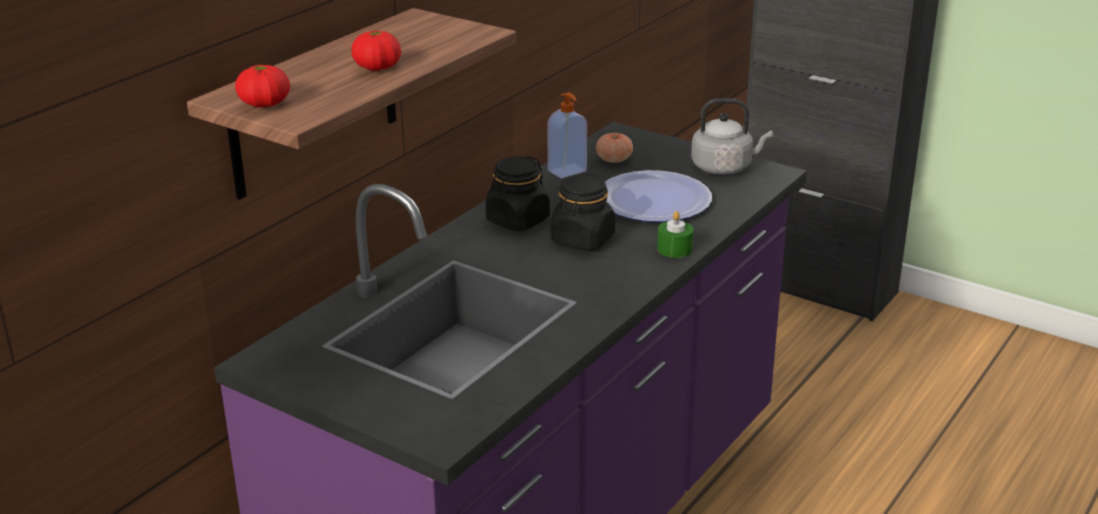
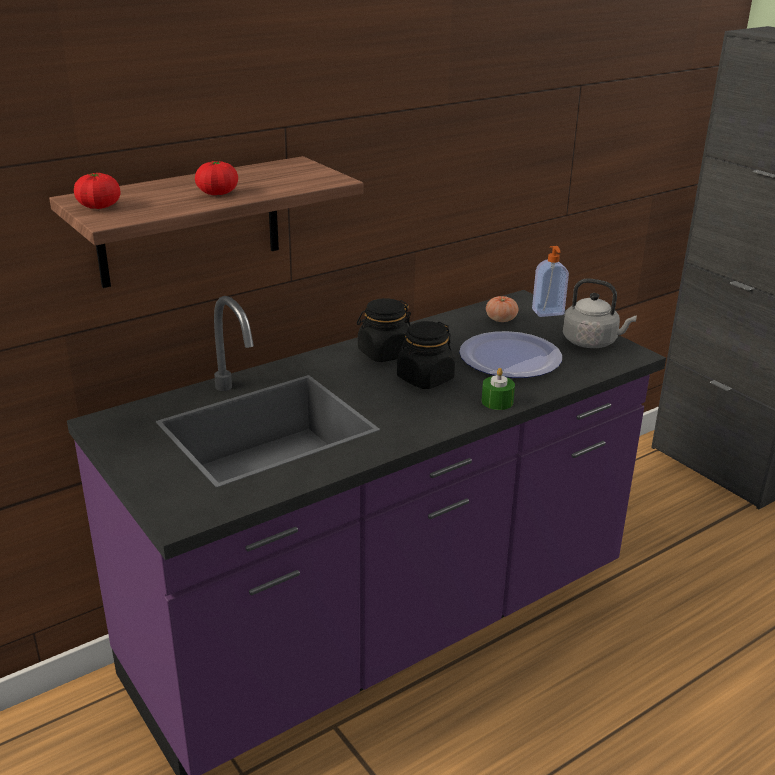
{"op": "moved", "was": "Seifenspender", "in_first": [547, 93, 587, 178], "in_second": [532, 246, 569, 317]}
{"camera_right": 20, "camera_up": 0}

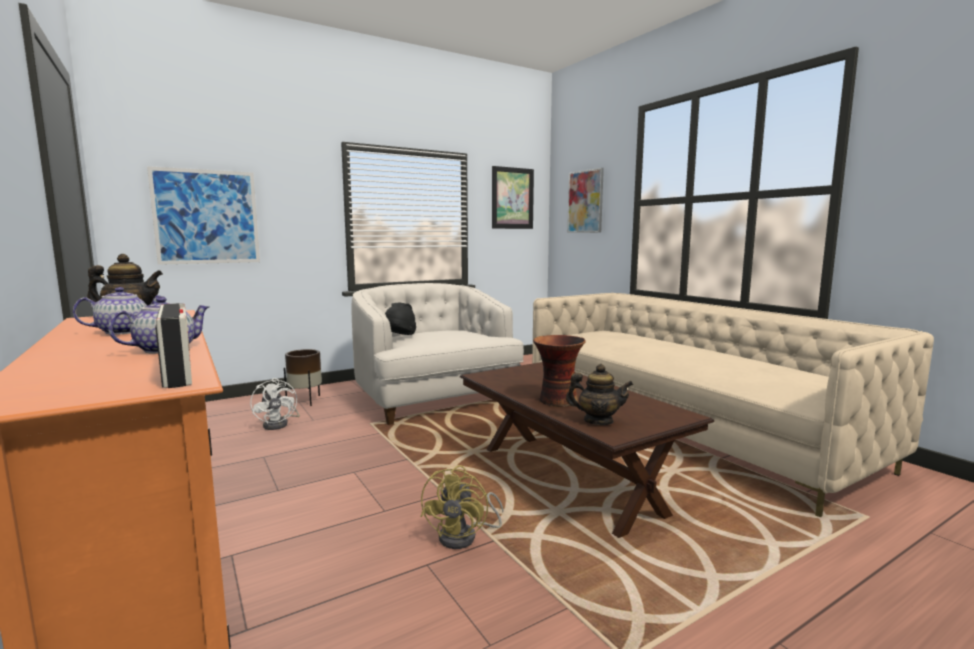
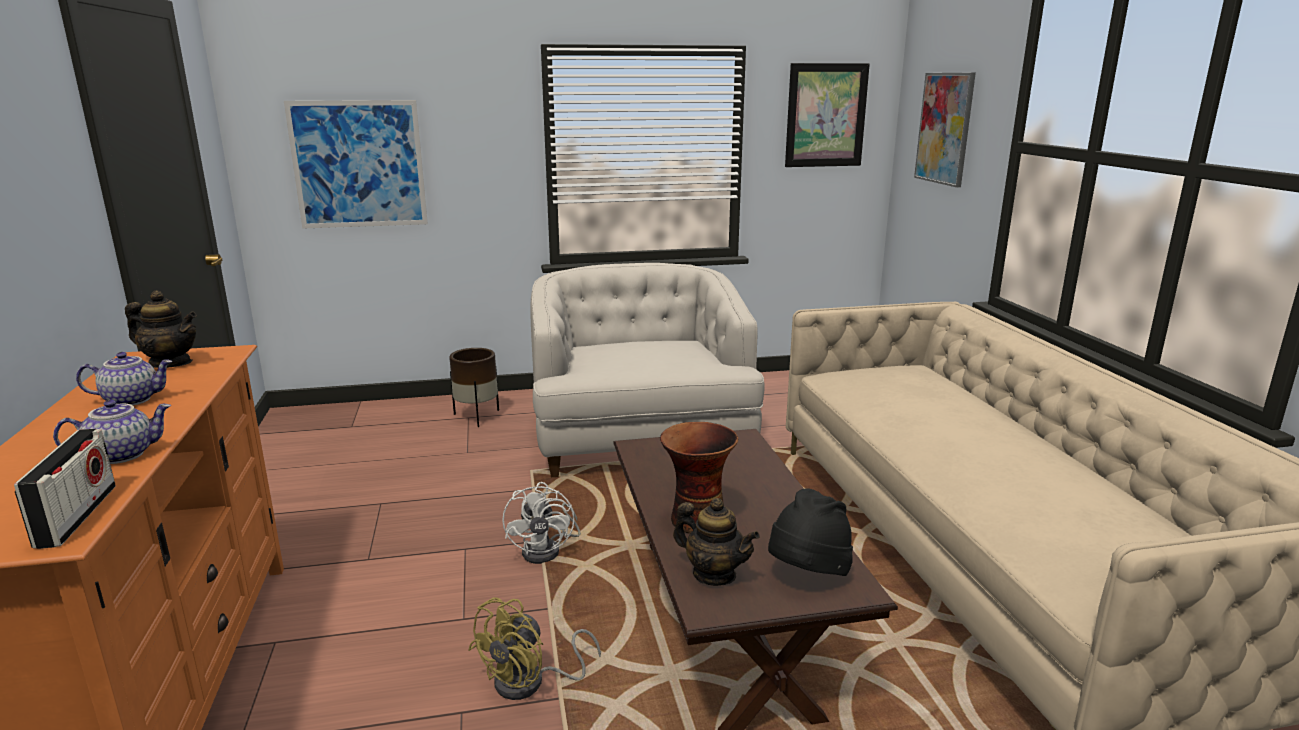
{"op": "moved", "was": "Hut (schwarz)", "in_first": [385, 302, 416, 335], "in_second": [768, 488, 853, 576]}
{"op": "moved", "was": "Ventilator (weiß)", "in_first": [250, 378, 300, 430], "in_second": [502, 482, 581, 564]}
{"camera_right": 20, "camera_up": 10}

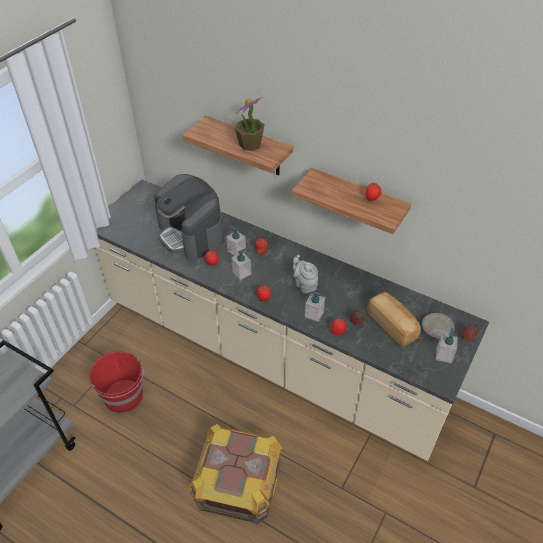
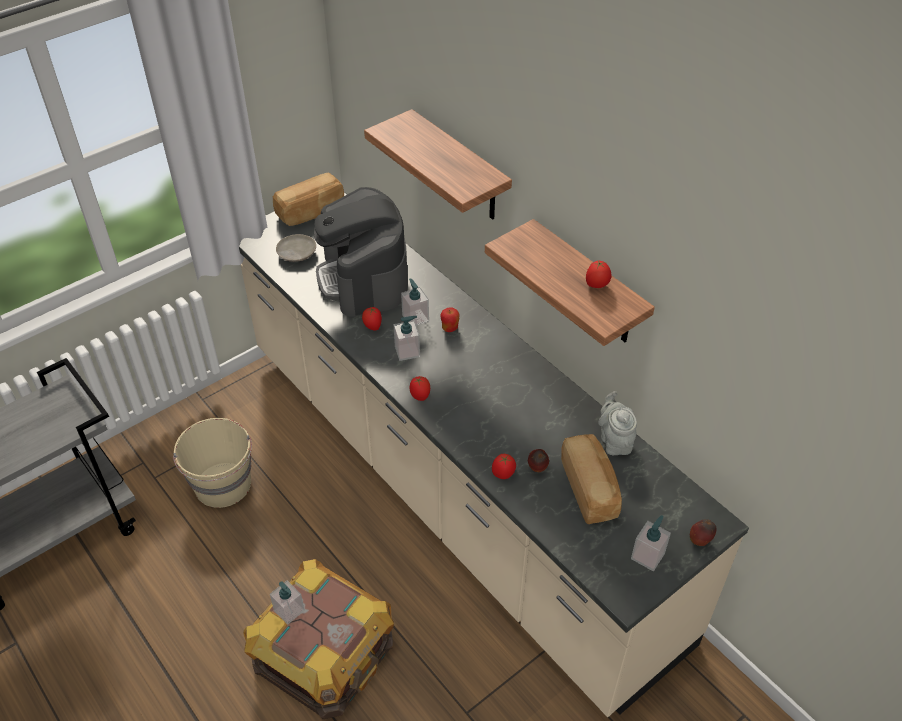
{"op": "removed", "was": "Topfpflanze", "in_first": [235, 97, 264, 151]}
{"op": "moved", "was": "Teekanne (grau)", "in_first": [293, 254, 318, 293], "in_second": [598, 391, 637, 455]}
{"op": "moved", "was": "Seifenspender", "in_first": [305, 291, 325, 322], "in_second": [270, 580, 305, 625]}
{"op": "moved", "was": "Teller (beige)", "in_first": [422, 313, 455, 339], "in_second": [276, 234, 316, 262]}
{"op": "recoloured", "was": "Eimer (rot)", "now": "Eimer (beige)", "in_first": [89, 351, 144, 413], "in_second": [173, 418, 252, 508]}
{"op": "added", "now": "Brot", "in_second": [273, 172, 344, 226]}
{"camera_right": 20, "camera_up": 0}

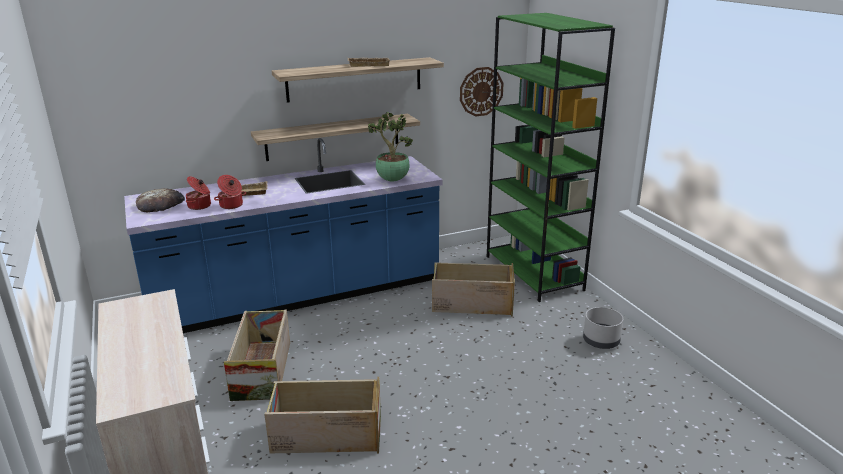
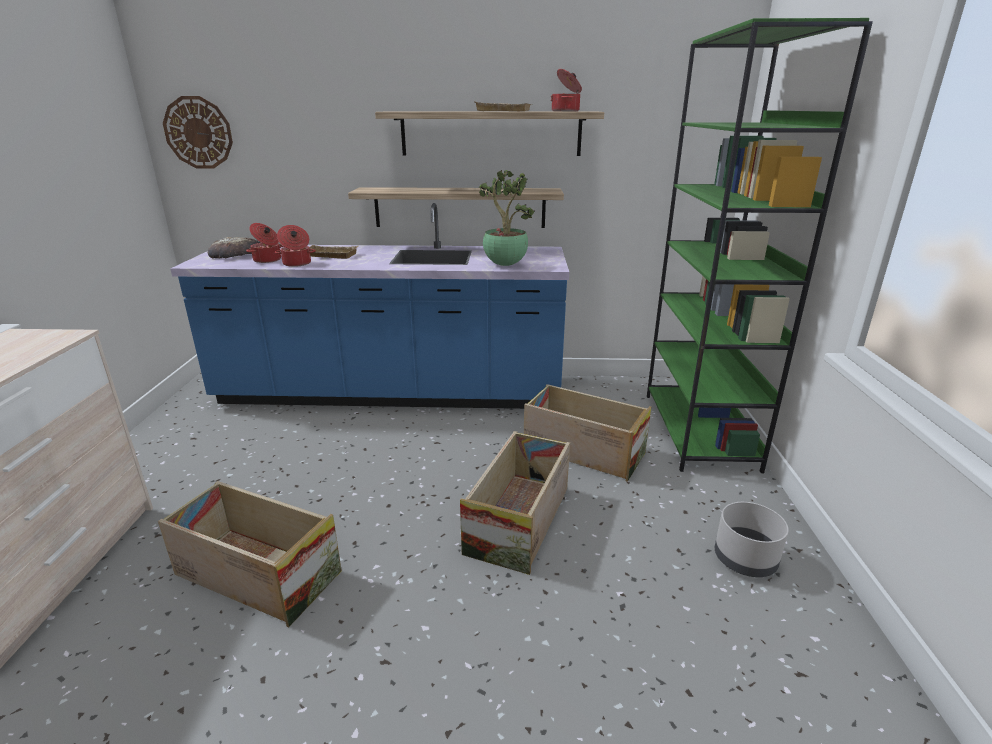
{"op": "moved", "was": "Wanduhr", "in_first": [460, 67, 504, 117], "in_second": [163, 96, 233, 169]}
{"op": "moved", "was": "Kiste", "in_first": [224, 309, 290, 401], "in_second": [460, 431, 570, 575]}
{"op": "added", "now": "Kochtopf", "in_second": [551, 69, 582, 112]}
{"camera_right": 25, "camera_up": 0}

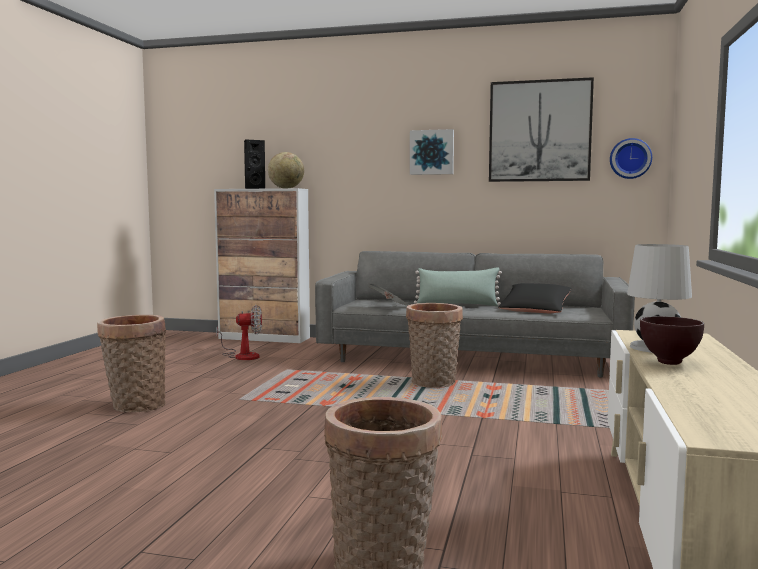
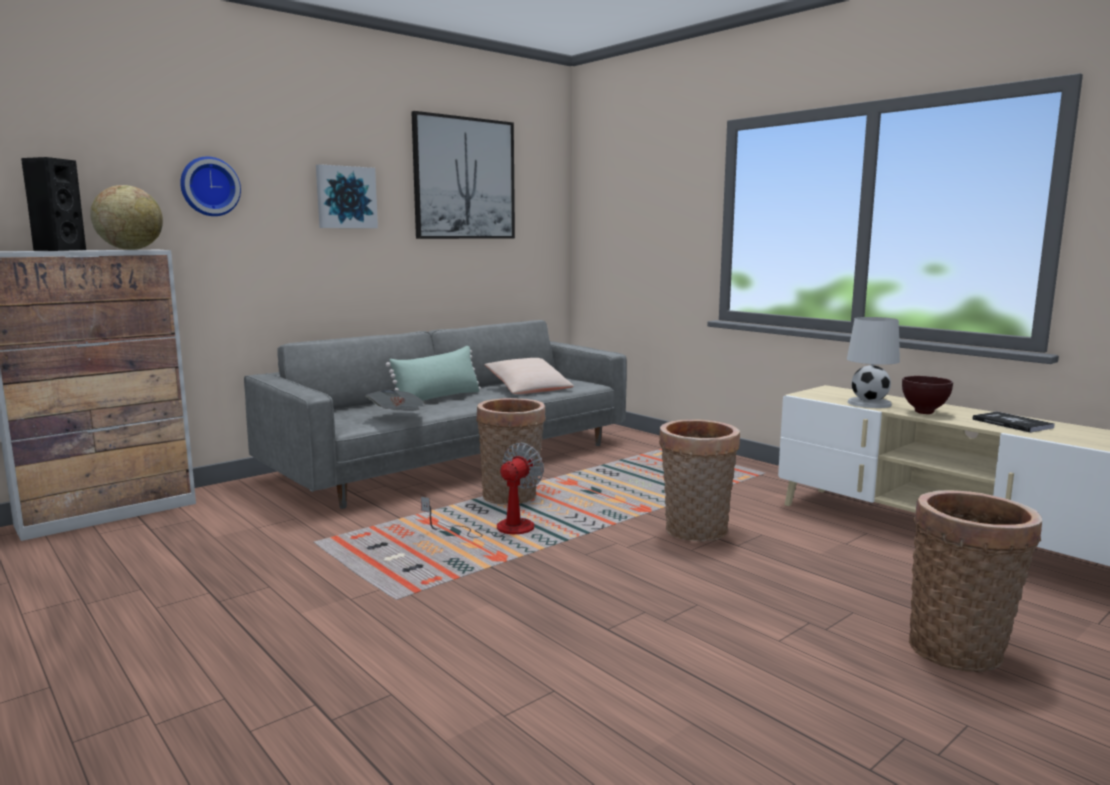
{"op": "moved", "was": "Wanduhr", "in_first": [610, 138, 652, 179], "in_second": [180, 157, 241, 216]}
{"op": "recoloured", "was": "Kissen (schwarz)", "now": "Kissen (beige)", "in_first": [498, 283, 571, 313], "in_second": [485, 358, 574, 394]}
{"op": "moved", "was": "Ventilator", "in_first": [216, 305, 262, 360], "in_second": [421, 443, 544, 538]}
{"op": "moved", "was": "Korb", "in_first": [97, 315, 166, 412], "in_second": [659, 419, 740, 542]}
{"op": "added", "now": "Buch", "in_second": [973, 412, 1055, 433]}
{"camera_right": -55, "camera_up": 5}

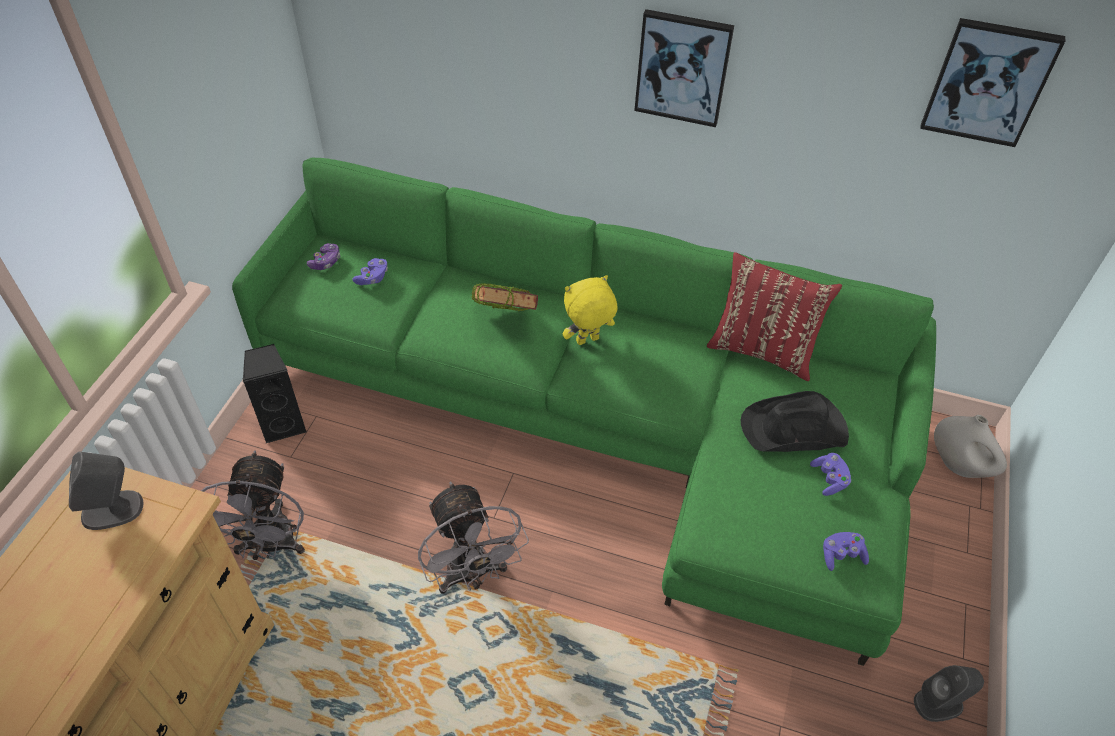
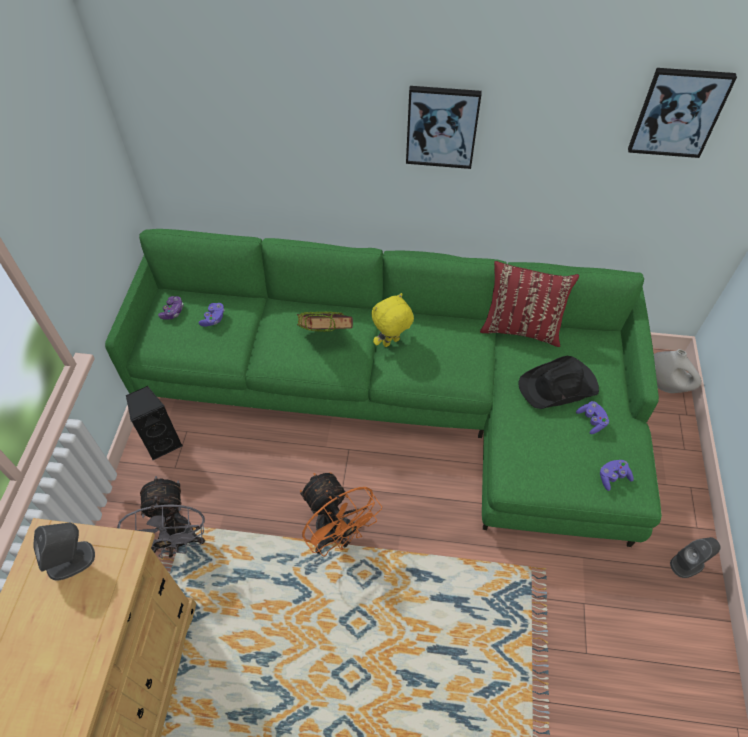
{"op": "recoloured", "was": "Ventilator (grau)", "now": "Ventilator (orange)", "in_first": [418, 482, 529, 594], "in_second": [300, 472, 382, 557]}
{"camera_right": -10, "camera_up": 5}

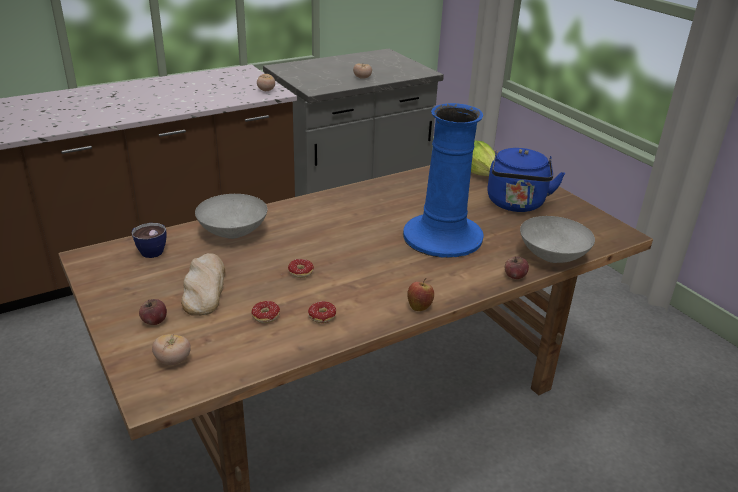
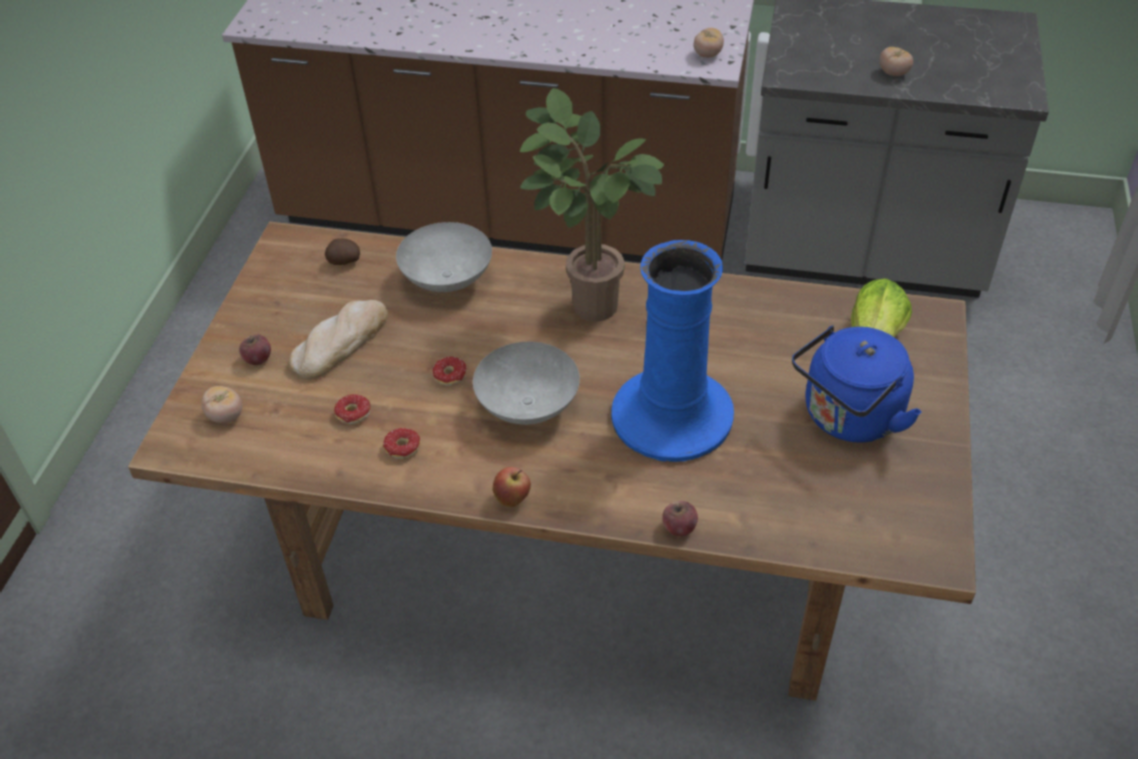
{"op": "moved", "was": "Schüssel (grau)", "in_first": [520, 216, 595, 263], "in_second": [473, 342, 580, 425]}
{"op": "replaced", "was": "Tasse", "now": "Kartoffel", "in_first": [131, 223, 167, 258], "in_second": [325, 238, 360, 265]}
{"op": "added", "now": "Topfpflanze", "in_second": [520, 88, 664, 322]}
{"camera_right": 45, "camera_up": 15}

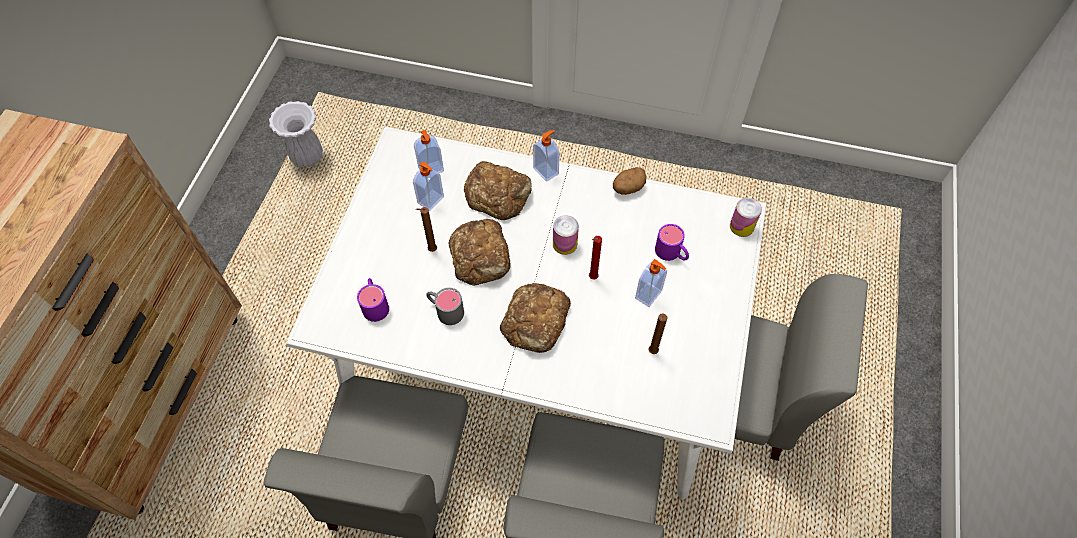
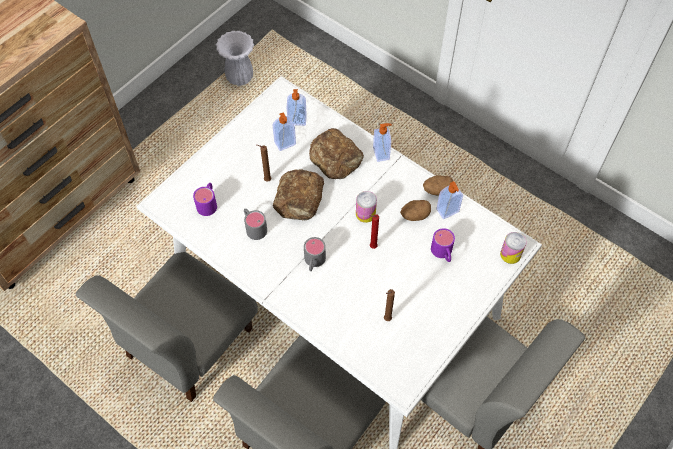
{"op": "moved", "was": "Seifenspender", "in_first": [635, 259, 667, 307], "in_second": [436, 181, 463, 219]}
{"op": "replaced", "was": "Brot", "now": "Henkelbecher (grau)", "in_first": [500, 283, 571, 353], "in_second": [304, 237, 326, 271]}
{"op": "added", "now": "Kartoffel", "in_second": [400, 200, 431, 221]}
{"camera_right": 25, "camera_up": 0}

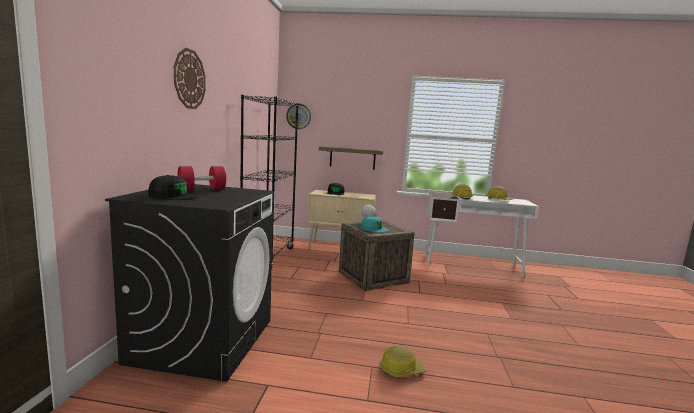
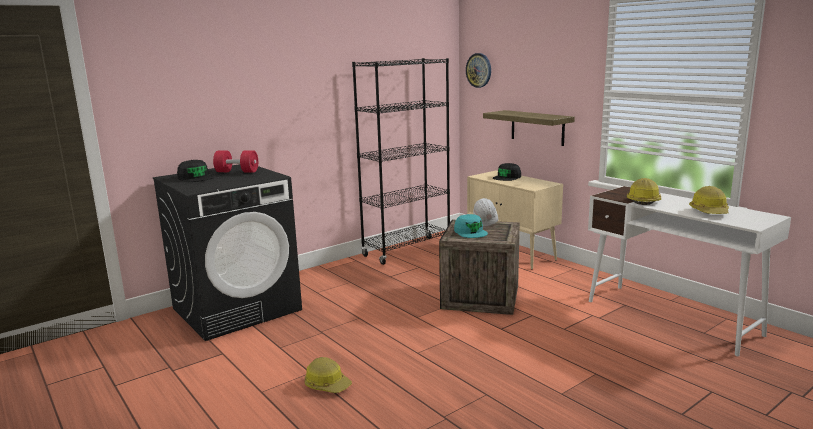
{"op": "removed", "was": "Wanduhr", "in_first": [174, 48, 206, 109]}
{"camera_right": 45, "camera_up": 5}

